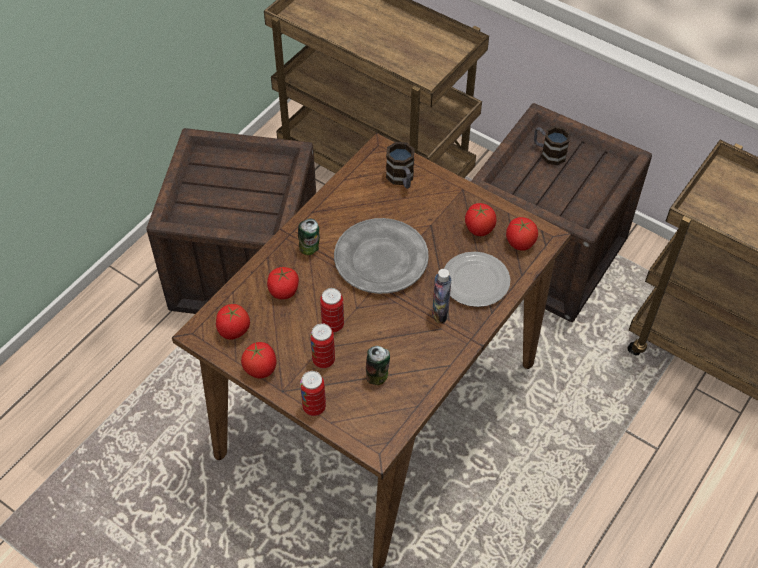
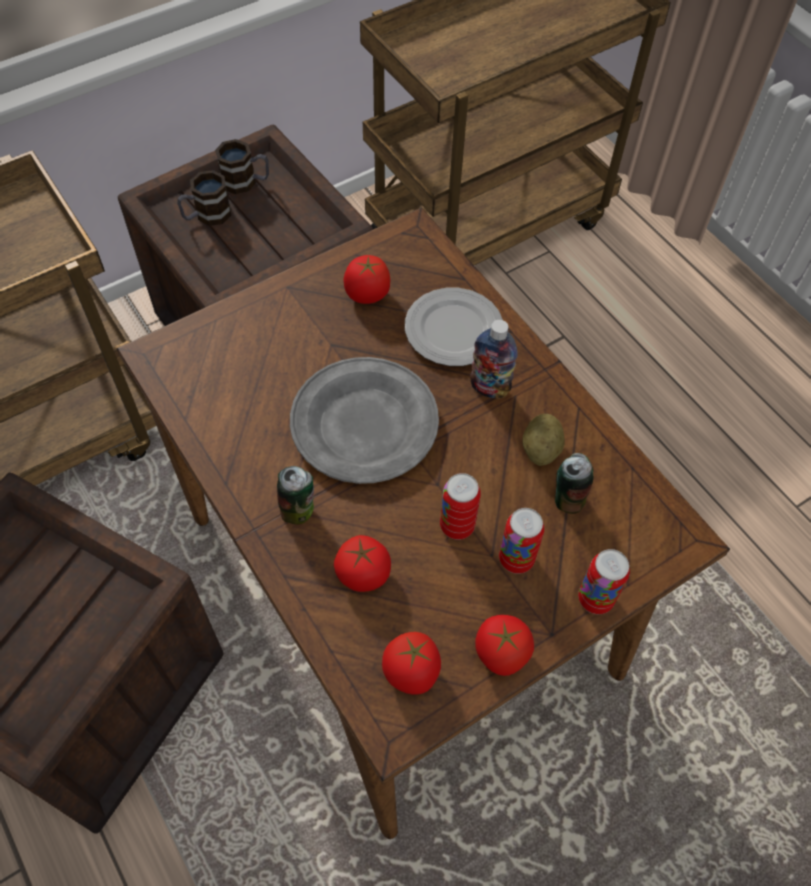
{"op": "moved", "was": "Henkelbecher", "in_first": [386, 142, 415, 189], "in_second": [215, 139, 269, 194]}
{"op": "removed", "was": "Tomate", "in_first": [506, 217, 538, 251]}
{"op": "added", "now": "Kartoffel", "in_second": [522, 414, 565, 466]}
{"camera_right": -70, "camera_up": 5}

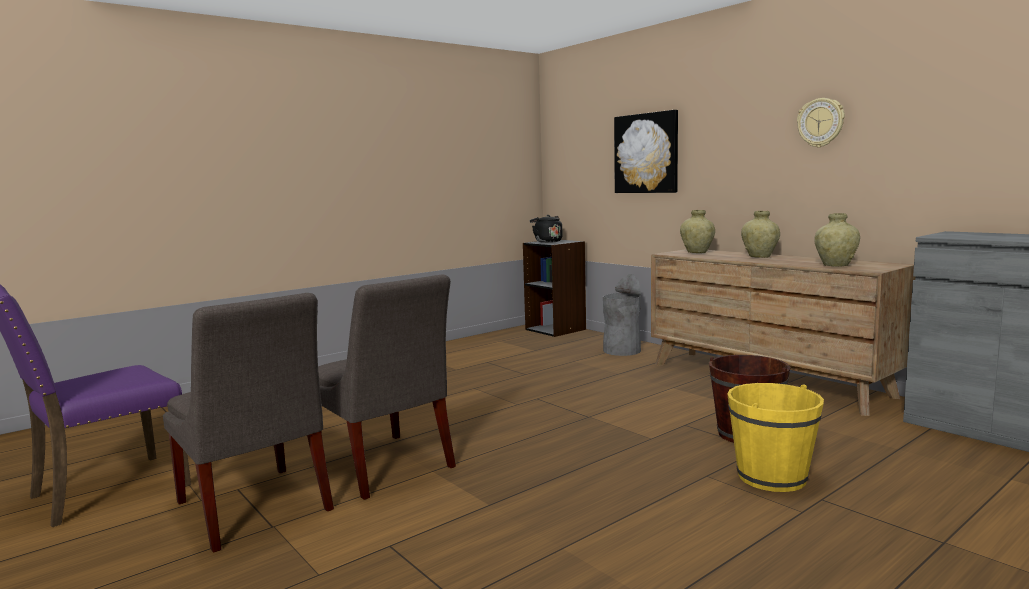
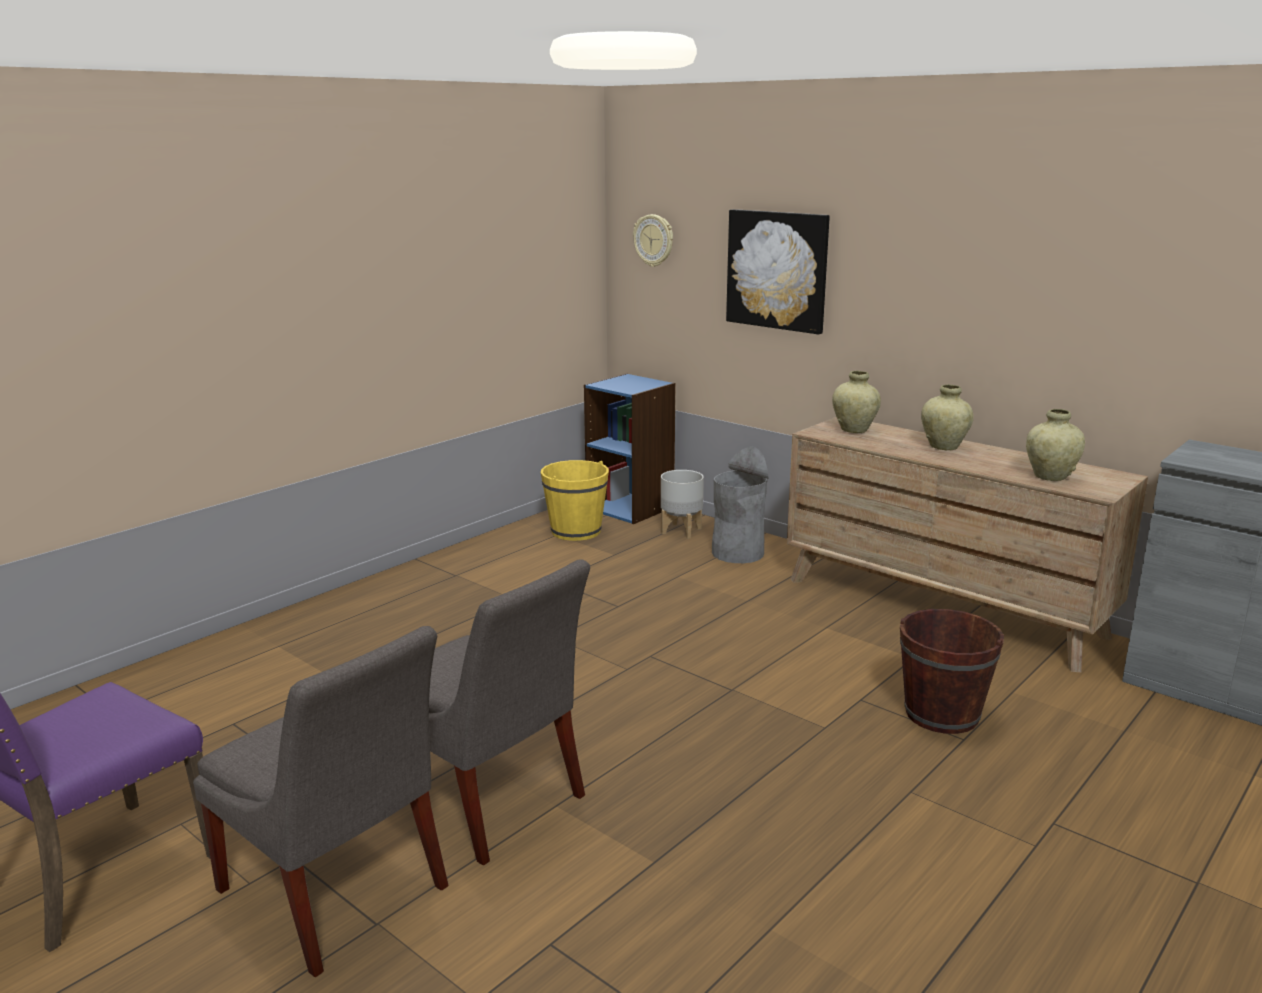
{"op": "moved", "was": "Wanduhr", "in_first": [797, 98, 845, 148], "in_second": [633, 214, 673, 267]}
{"op": "removed", "was": "Wasserkessel (schwarz)", "in_first": [530, 215, 563, 243]}
{"op": "recoloured", "was": "Bücherregal (schwarz)", "now": "Bücherregal (blau)", "in_first": [523, 240, 586, 337], "in_second": [584, 373, 676, 524]}
{"op": "moved", "was": "Eimer (gelb)", "in_first": [727, 383, 824, 492], "in_second": [541, 460, 609, 541]}
{"op": "added", "now": "Pflanzkübel (grau)", "in_second": [661, 470, 704, 539]}
{"camera_right": -10, "camera_up": 10}

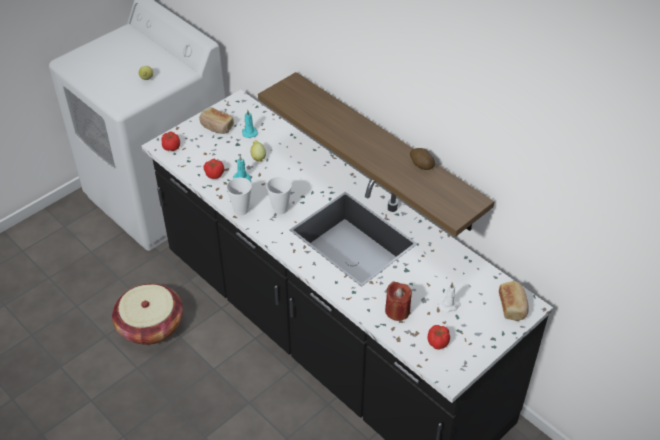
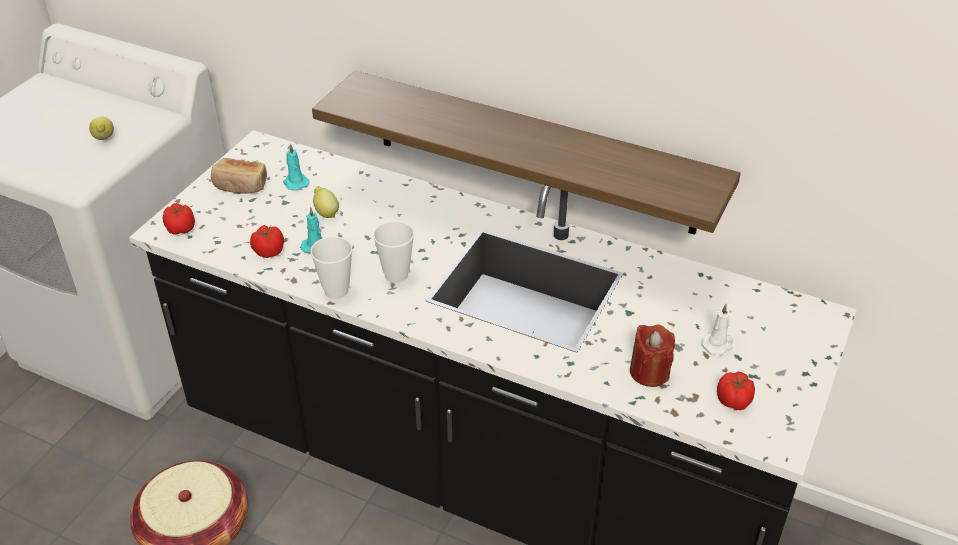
{"op": "removed", "was": "Kartoffel", "in_first": [410, 148, 435, 170]}
{"op": "removed", "was": "Brot", "in_first": [499, 281, 529, 321]}
{"camera_right": -20, "camera_up": -5}

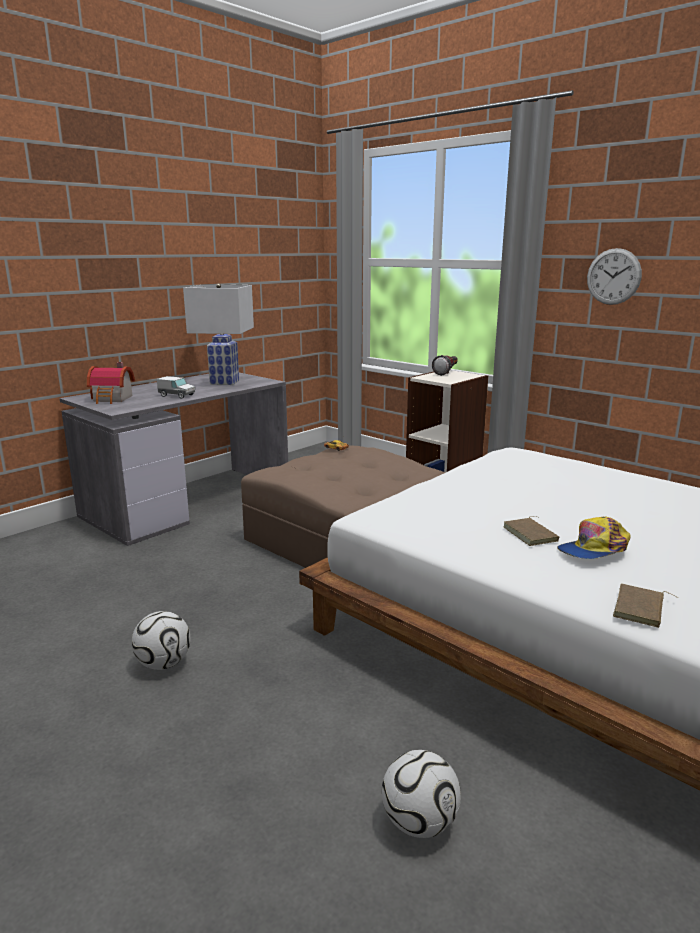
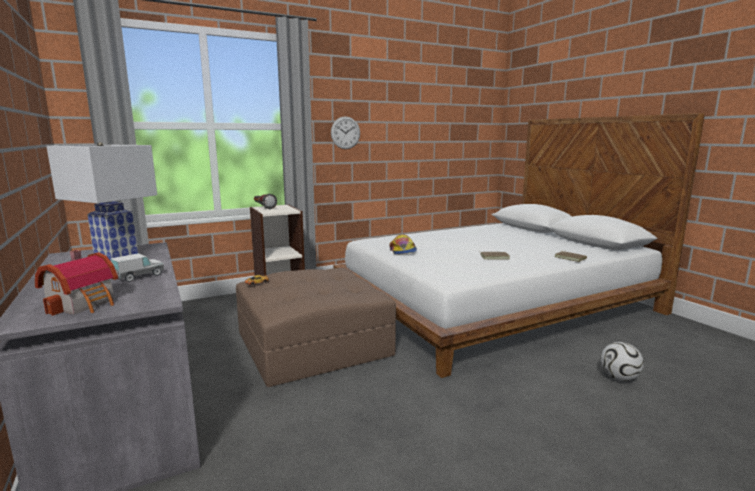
{"op": "moved", "was": "Kappe", "in_first": [557, 517, 631, 559], "in_second": [390, 234, 417, 254]}
{"op": "removed", "was": "Fußball", "in_first": [132, 611, 190, 670]}
{"camera_right": -70, "camera_up": -5}

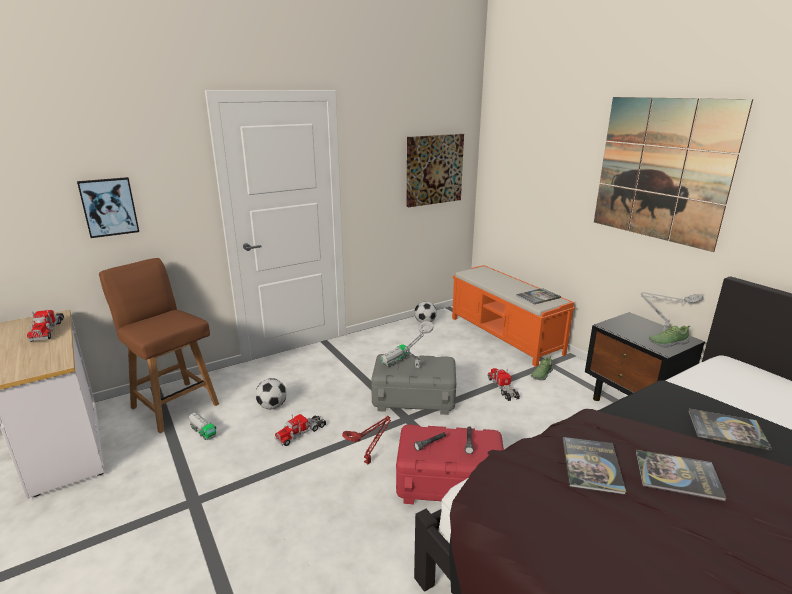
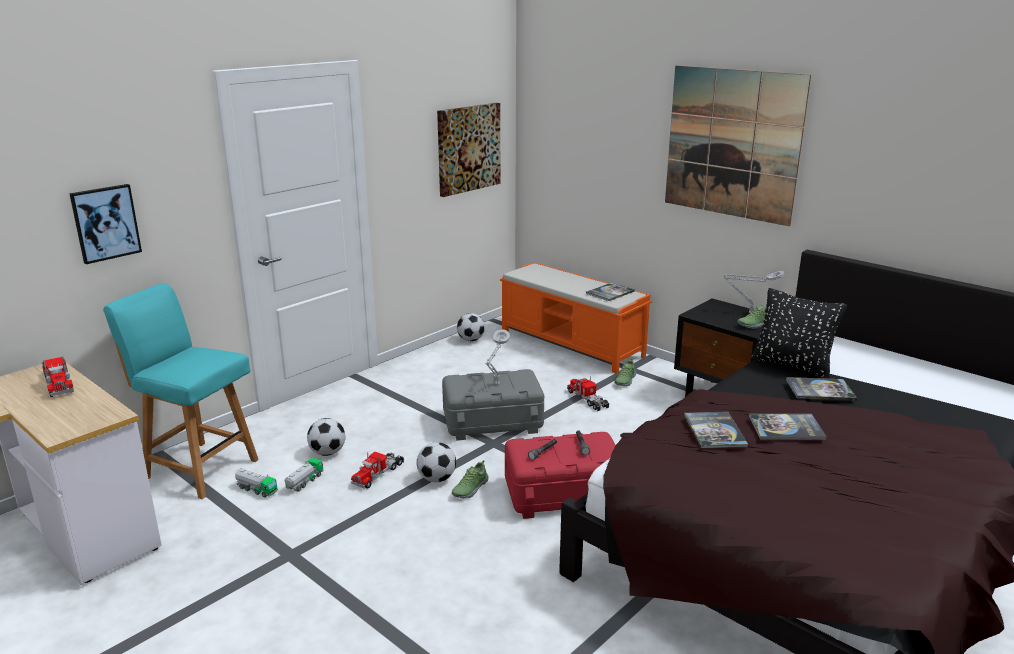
{"op": "recoloured", "was": "Stuhl (braun)", "now": "Stuhl (türkis)", "in_first": [99, 258, 219, 433], "in_second": [103, 283, 259, 499]}
{"op": "moved", "was": "Spielzeuglaster", "in_first": [381, 344, 409, 368], "in_second": [285, 458, 323, 492]}
{"op": "replaced", "was": "Tischlampe (rot)", "now": "Schuh", "in_first": [342, 416, 391, 464], "in_second": [452, 460, 489, 499]}
{"op": "added", "now": "Kissen (schwarz)", "in_second": [751, 288, 847, 379]}
{"op": "added", "now": "Fußball", "in_second": [417, 442, 456, 482]}
{"camera_right": -15, "camera_up": 0}

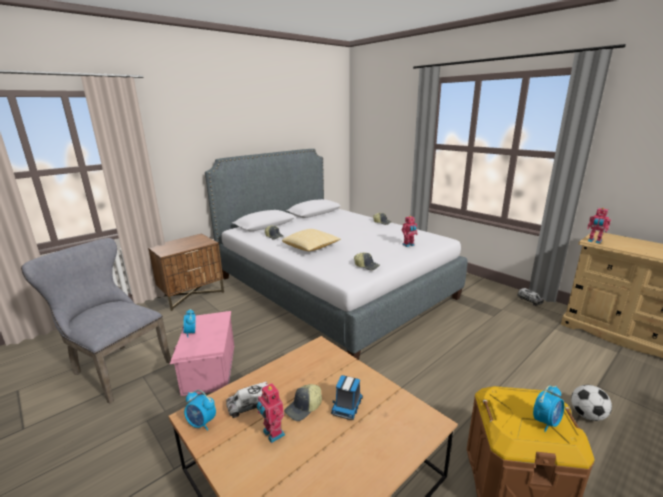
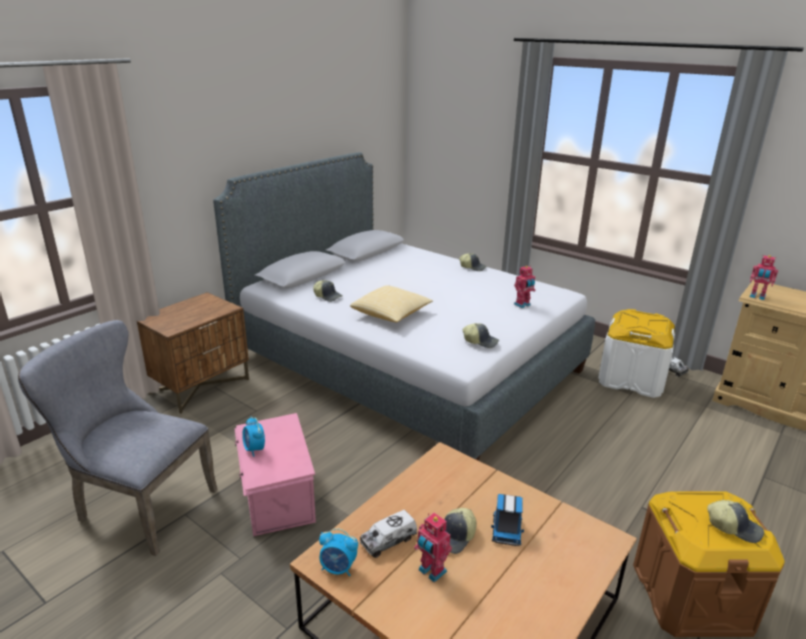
{"op": "replaced", "was": "Wecker", "now": "Kappe", "in_first": [533, 385, 564, 432], "in_second": [707, 500, 764, 543]}
{"op": "removed", "was": "Fußball", "in_first": [571, 385, 612, 421]}
{"op": "added", "now": "Aufbewahrungsbox (weiß)", "in_second": [598, 309, 675, 398]}
{"camera_right": -10, "camera_up": 5}

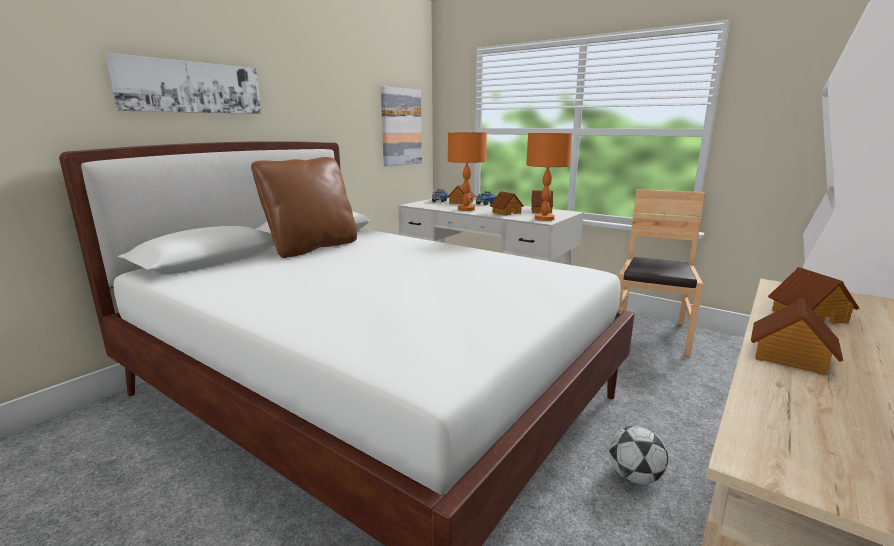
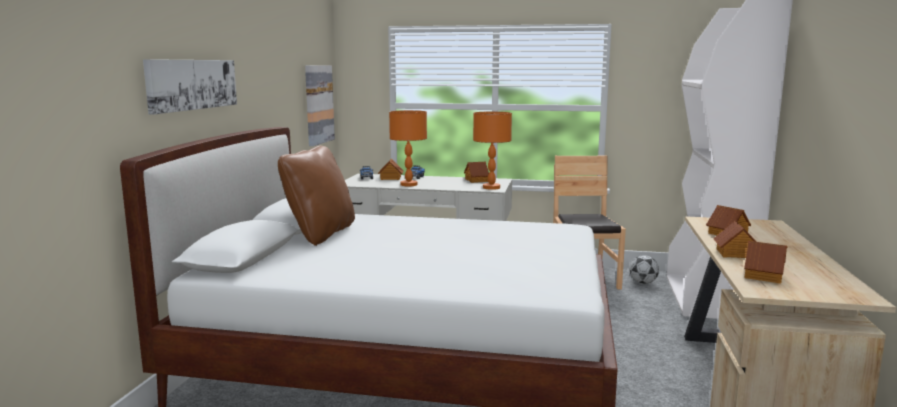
{"op": "moved", "was": "Spielzeughaus", "in_first": [490, 191, 524, 216], "in_second": [744, 241, 787, 284]}
{"op": "moved", "was": "Fußball", "in_first": [609, 426, 668, 484], "in_second": [630, 255, 659, 284]}
{"camera_right": -25, "camera_up": -5}

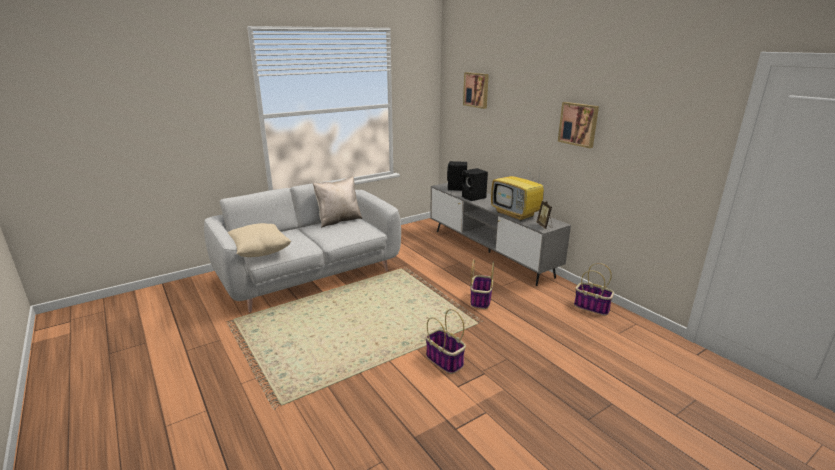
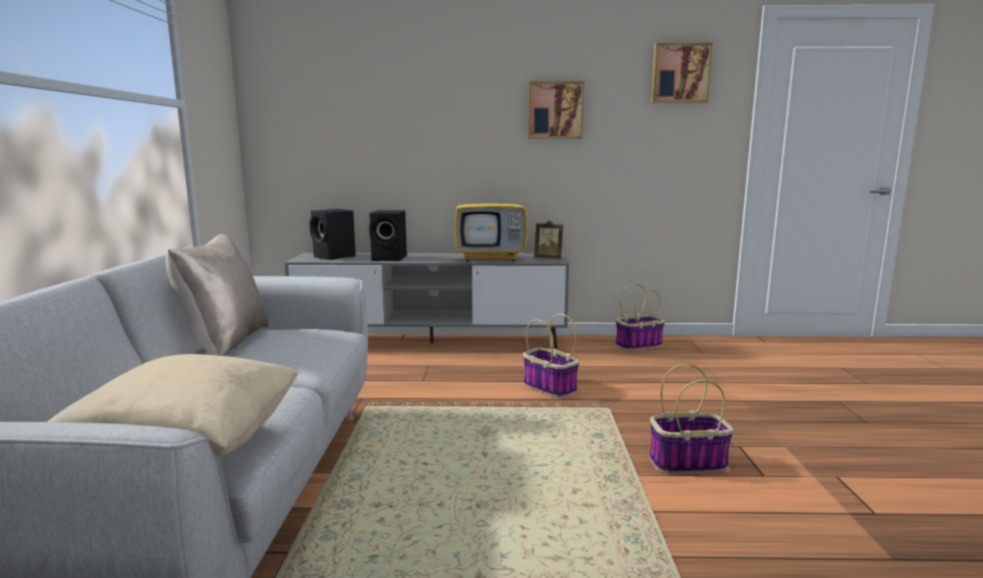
{"op": "moved", "was": "Bild", "in_first": [463, 72, 489, 109], "in_second": [651, 43, 713, 103]}
{"camera_right": -55, "camera_up": -10}

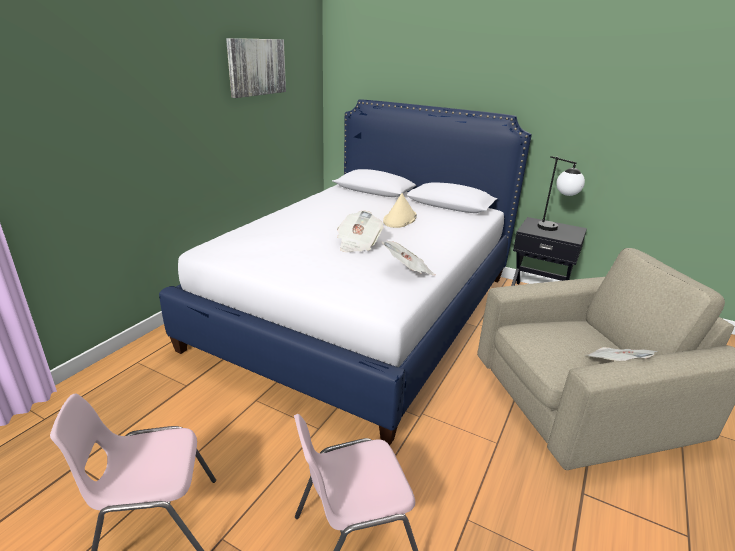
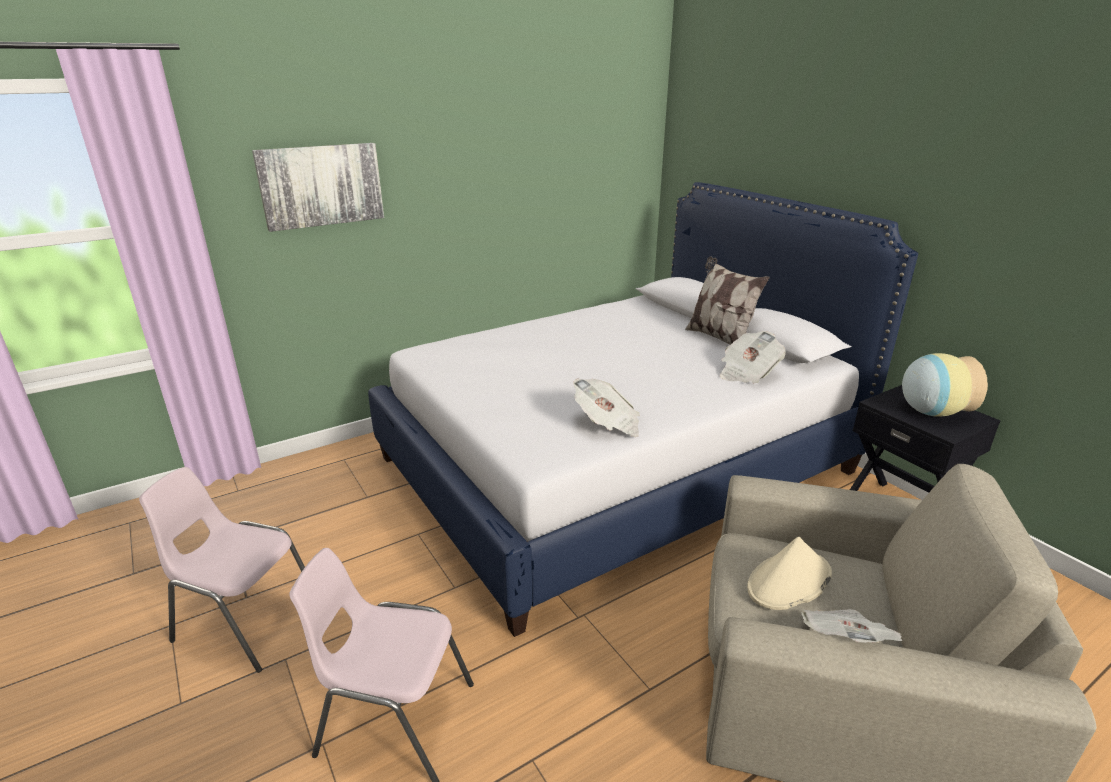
{"op": "moved", "was": "Bild", "in_first": [226, 38, 286, 98], "in_second": [252, 143, 384, 232]}
{"op": "replaced", "was": "Tischlampe", "now": "Vase", "in_first": [537, 156, 585, 231], "in_second": [902, 353, 988, 417]}
{"op": "moved", "was": "Hut (beige)", "in_first": [383, 193, 417, 228], "in_second": [747, 537, 832, 610]}
{"op": "moved", "was": "Zeitung", "in_first": [337, 210, 383, 252], "in_second": [720, 331, 786, 383]}
{"op": "added", "now": "Kissen", "in_second": [685, 256, 770, 345]}
{"camera_right": 30, "camera_up": 0}

